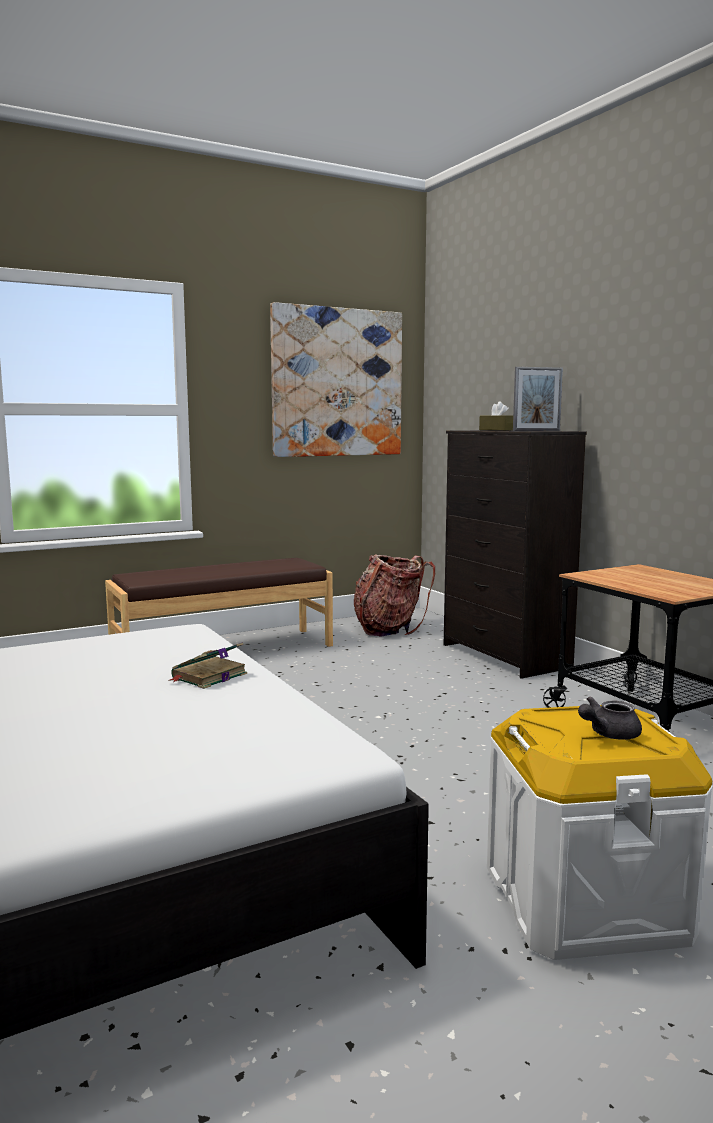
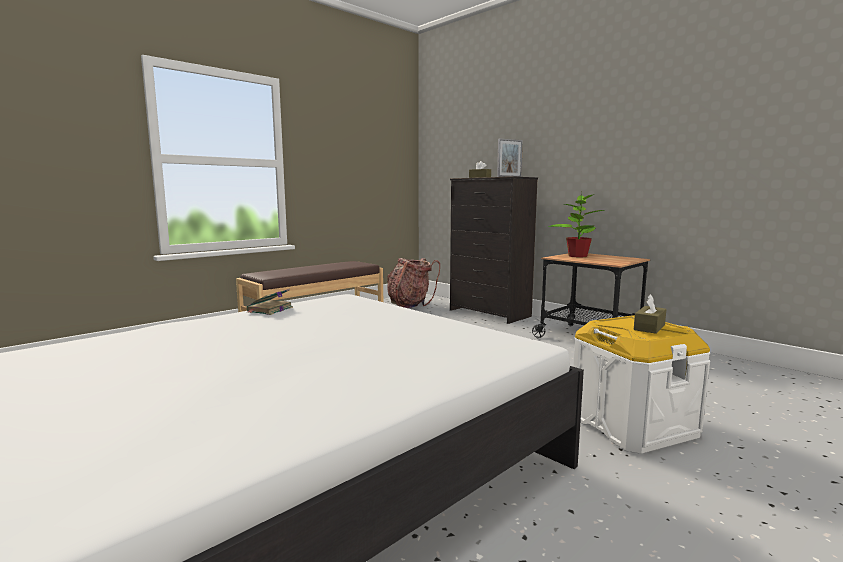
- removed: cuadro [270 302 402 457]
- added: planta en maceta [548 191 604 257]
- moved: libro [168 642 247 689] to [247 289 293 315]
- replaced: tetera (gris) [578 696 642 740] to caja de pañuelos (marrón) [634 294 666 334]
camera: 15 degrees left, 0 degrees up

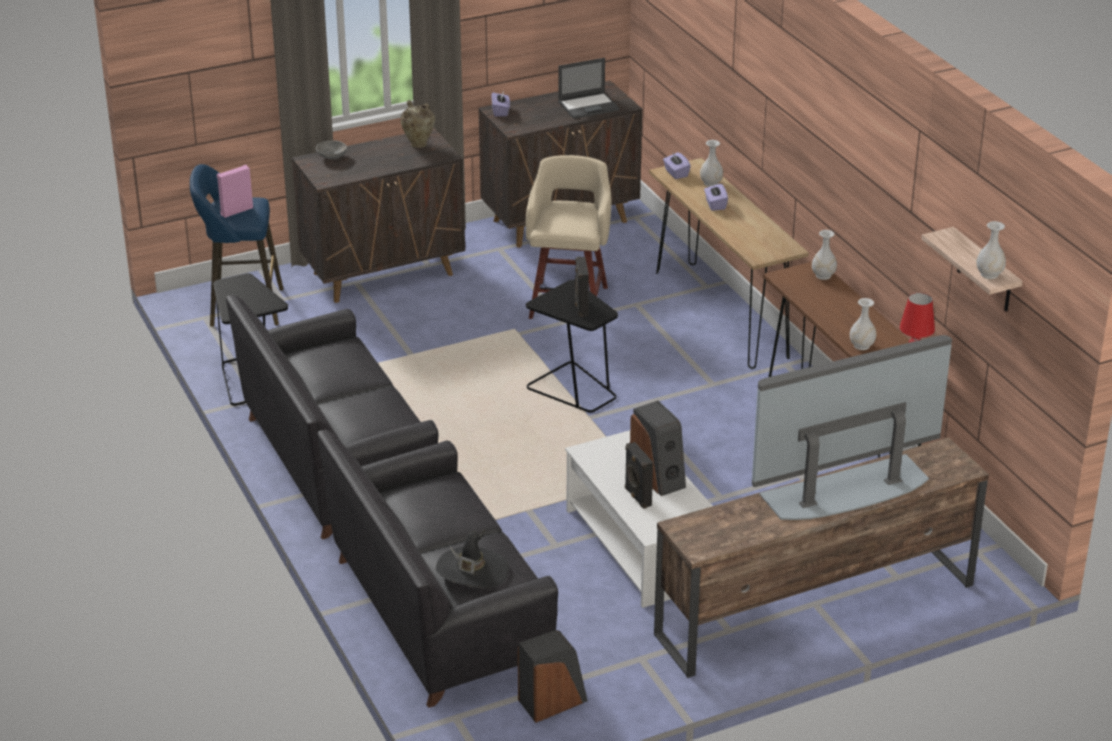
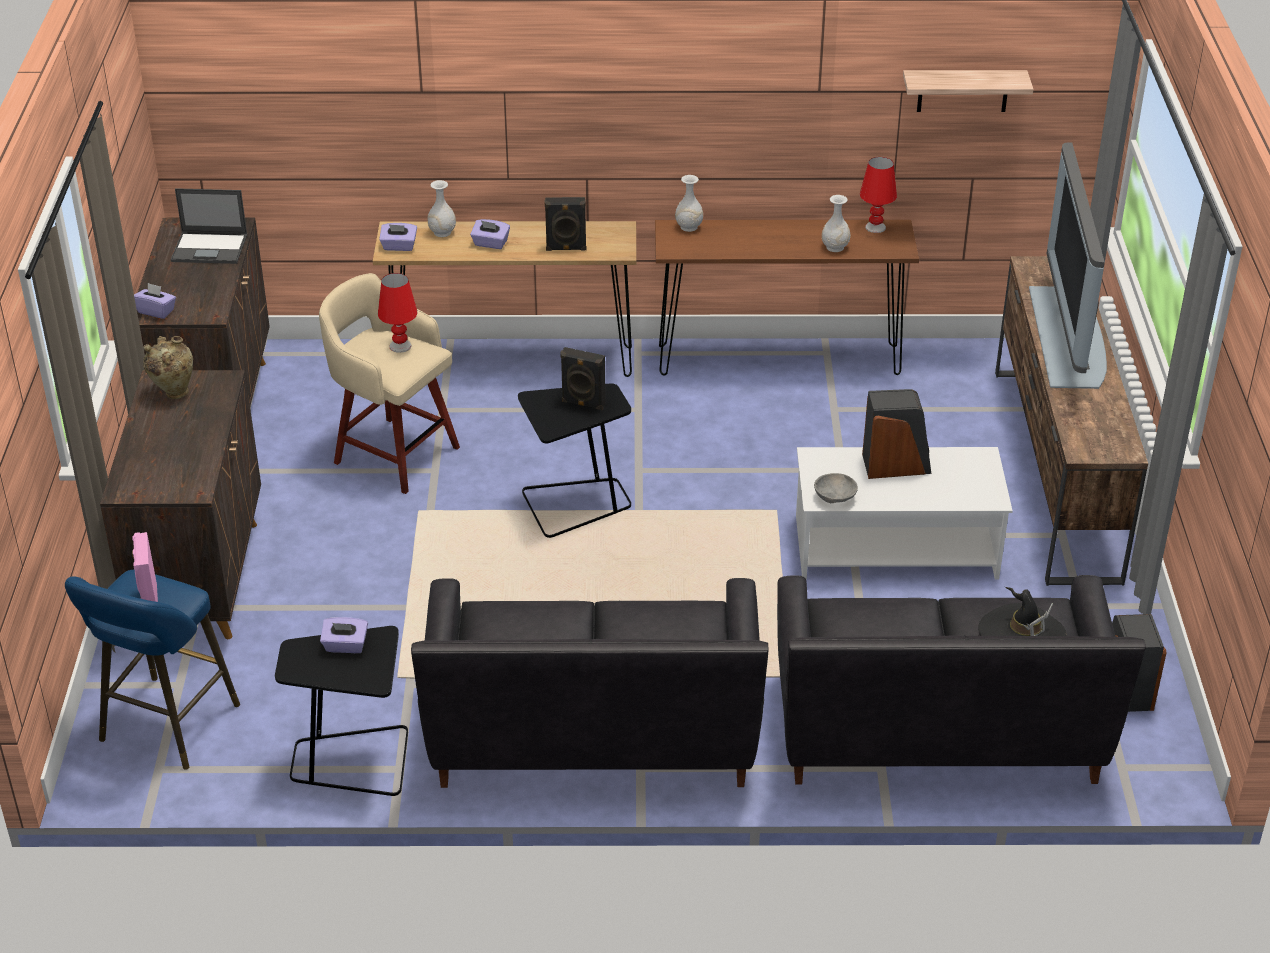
- removed: florero (blanco) [976 221 1006 279]
- added: caja de pañuelos (morado) [320 617 368 653]
- added: lámpara de mesa (rojo) [378 273 417 353]
- moved: cuenco (gris) [316 140 347 159] to [814 473 858 503]
- moved: altavoz (negro) [625 442 653 509] to [545 197 587 251]
- turned: portátil [558 58 620 119] = [171 188 248 264] 90 degrees clockwise
camera: 65 degrees left, 5 degrees up

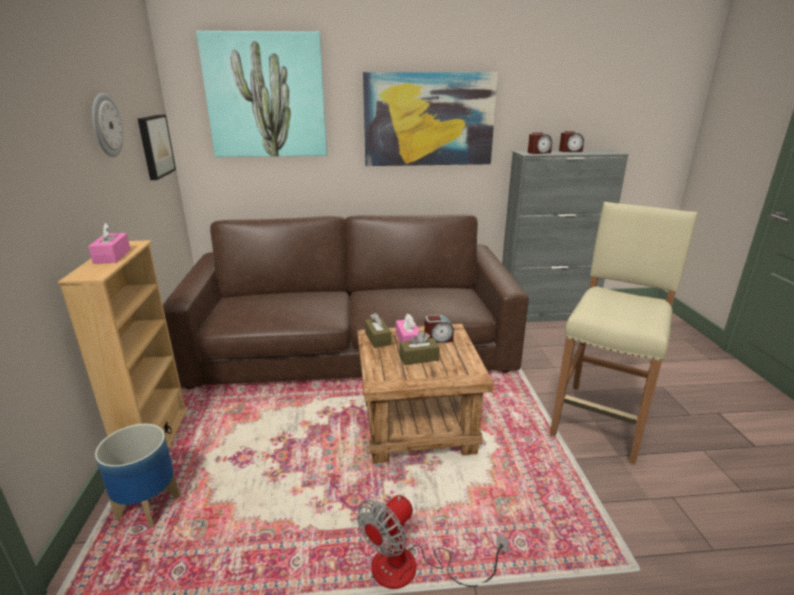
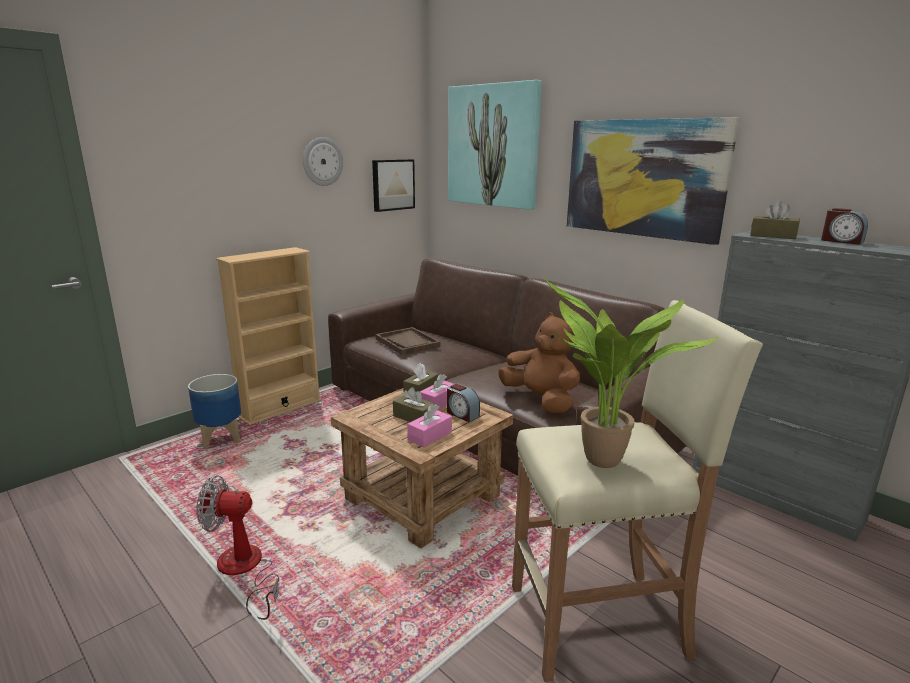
- added: bandeja (marrón) [376 327 440 355]
- added: peluche (marrón) [498 313 580 413]
- added: planta en maceta [542 274 718 468]
- moved: caja de pañuelos (rosa) [88 222 130 264] to [407 404 452 447]
- replaced: despertador [528 132 552 154] to caja de pañuelos (marrón) [750 201 800 239]
camera: 50 degrees right, 5 degrees down

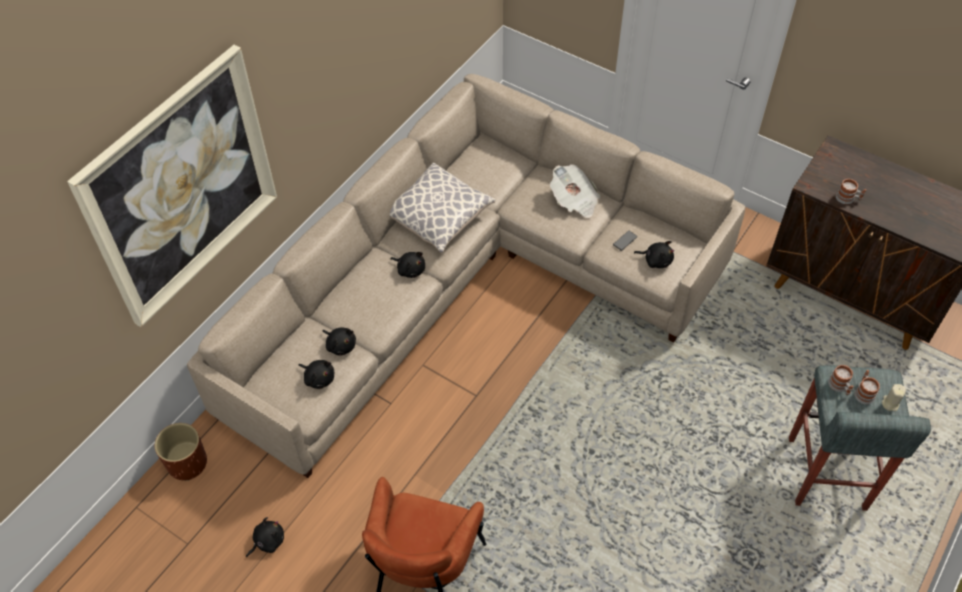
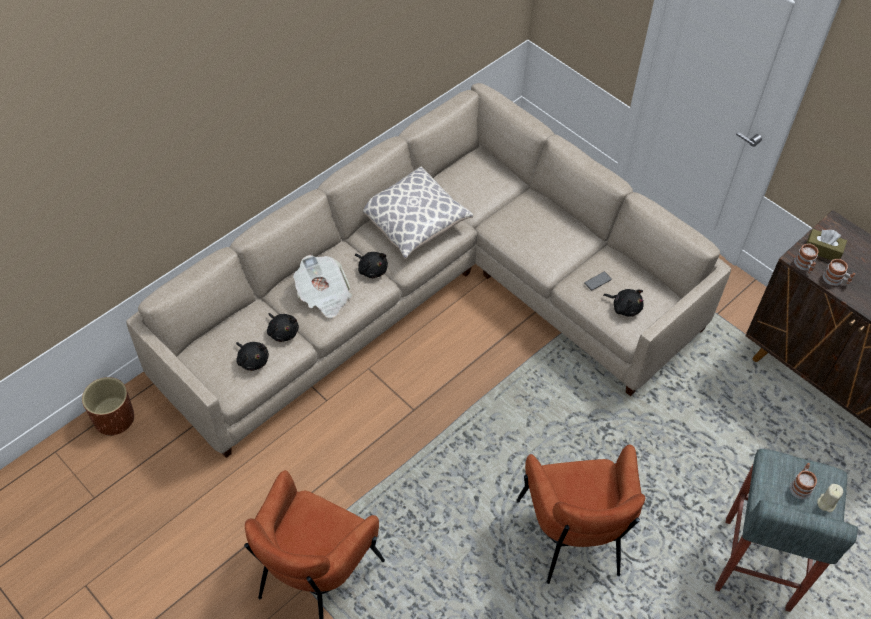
- removed: cuadro [67 45 277 327]
- removed: peluche (negro) [246 517 284 557]
- added: sillón (marrón) [516 445 645 584]
- added: caja de pañuelos (marrón) [806 229 847 260]
- moved: periódico [550 164 601 218] to [293 255 352 318]
- moved: taza grande [828 365 854 395] to [794 243 818 274]
camera: 10 degrees right, 0 degrees up

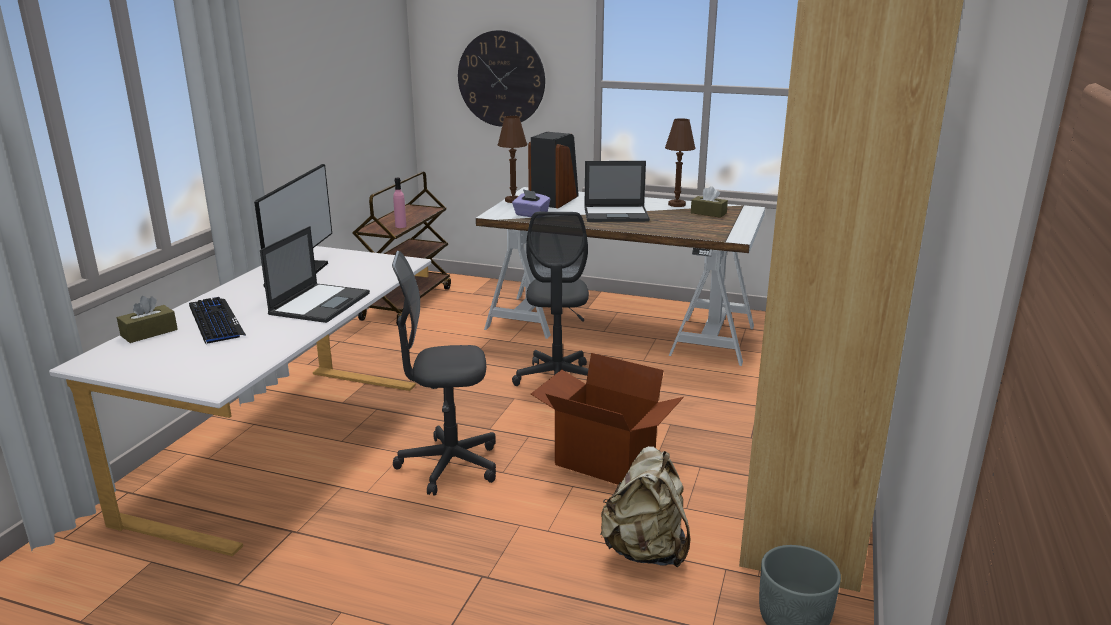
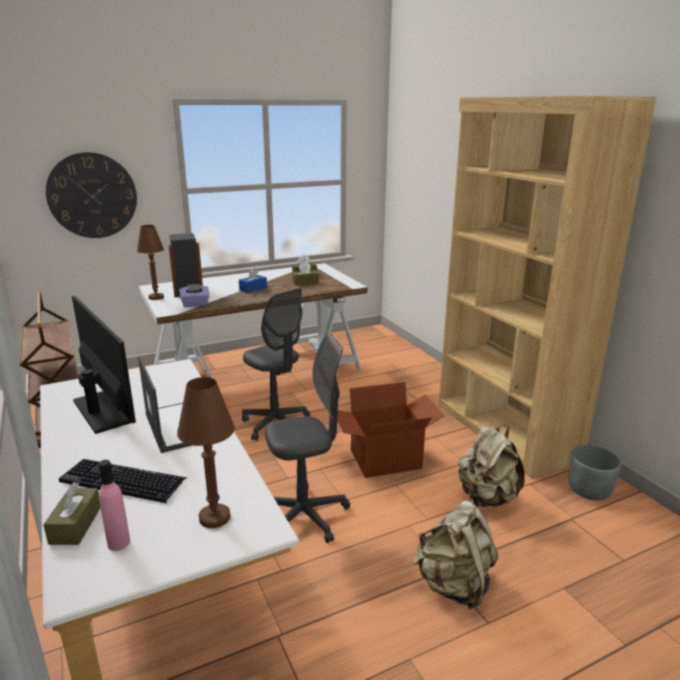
- added: caja de pañuelos (marrón) [292 262 319 286]
- added: mochila (beis) [413 501 498 610]
- moved: botella (rosa) [393 178 406 228] to [98 460 130 551]
- moved: lámpara de mesa (marrón) [665 118 695 207] to [177 377 235 528]
- replaced: portátil [584 161 650 222] to caja de pañuelos (azul) [239 268 267 293]
- turned: silla de oficina (gris) [392 251 496 496] = [265 333 350 544] 150 degrees counterclockwise
camera: 45 degrees left, 0 degrees up

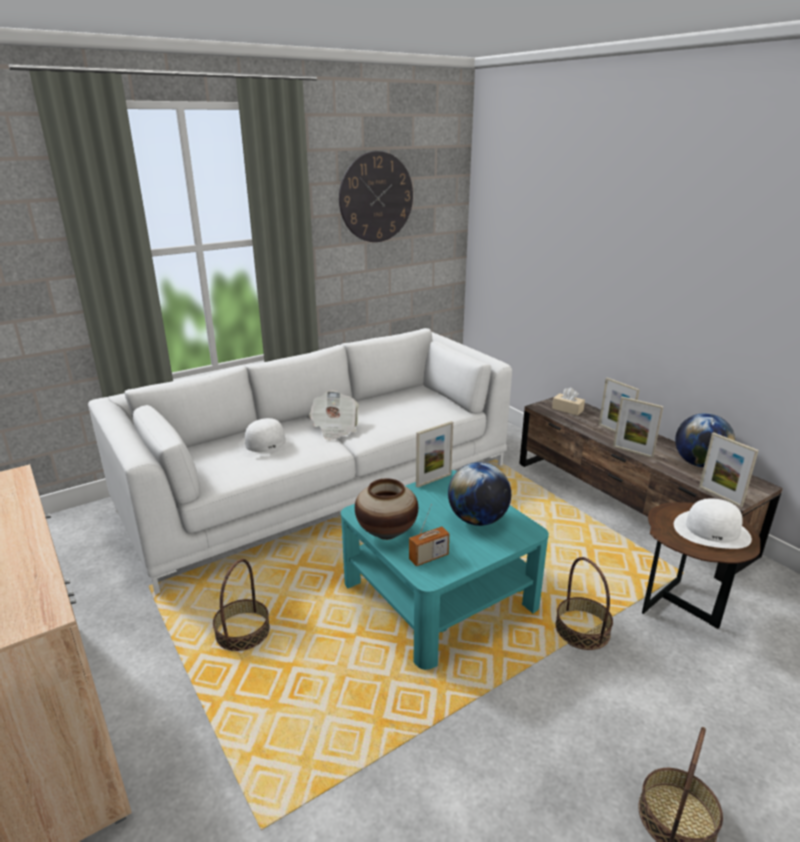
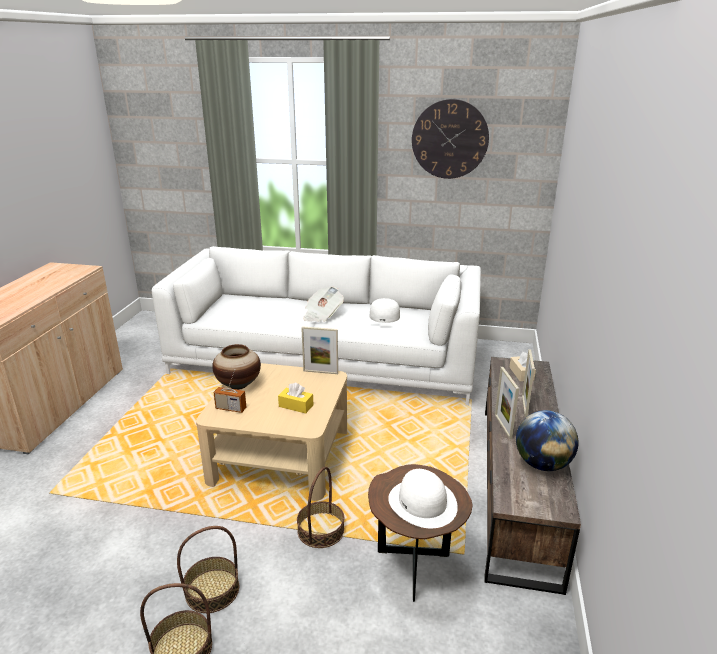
- removed: portarretratos [699 432 759 507]
- moved: cesta [213 559 270 651] to [177 526 239 613]
- moved: sombrero (blanco) [237 418 294 458] to [363 298 407 325]
- replaced: globo terráqueo [448 462 511 526] to caja de pañuelos (amarillo) [278 383 313 413]
- recoloured: mesa de centro (turquesa) [341 470 549 670] to mesa de centro (beis) [196 363 347 501]
camera: 45 degrees right, 0 degrees up

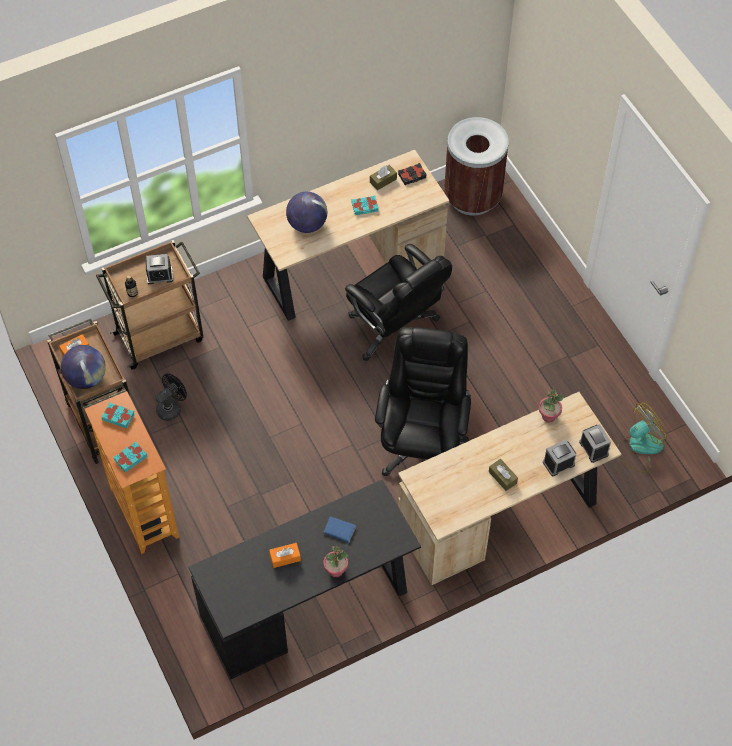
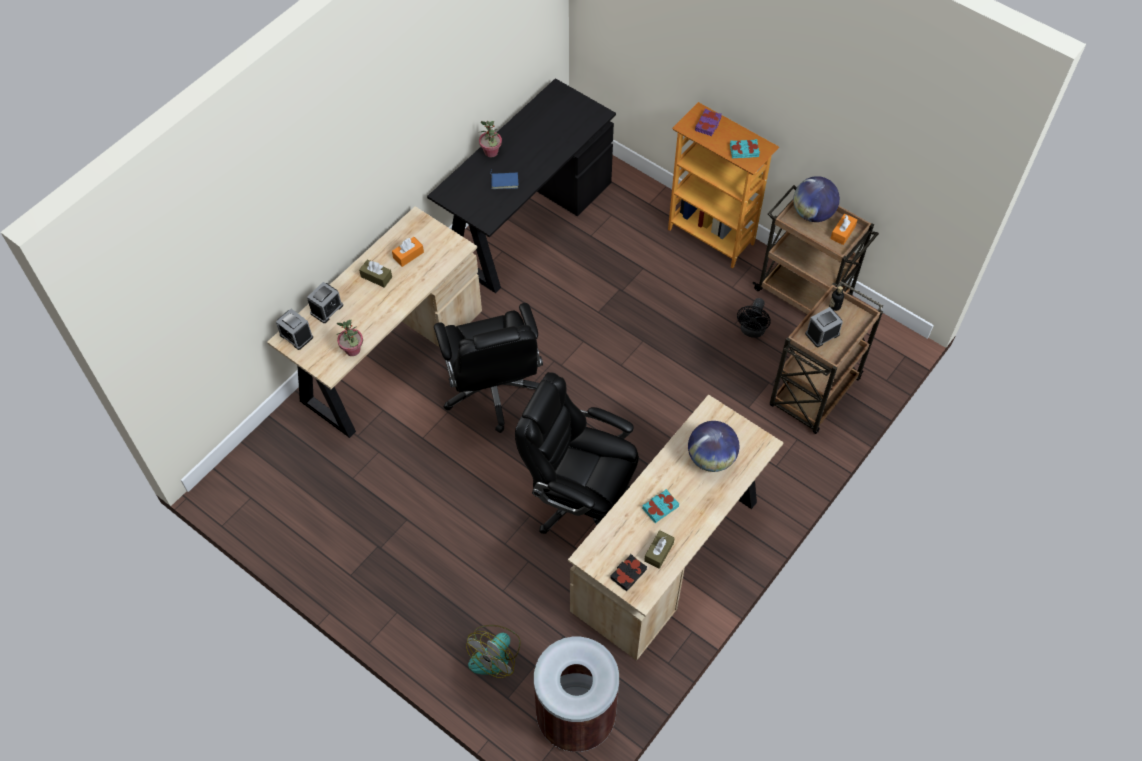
- moved: caja de pañuelos (naranja) [269 543 301 568] to [392 237 424 267]
- moved: ventilador [617 403 667 473] to [466 625 521 678]
- recoloured: libro (turquesa) [113 441 147 472] to libro (morado) [695 109 722 136]
camera: 155 degrees right, 0 degrees up

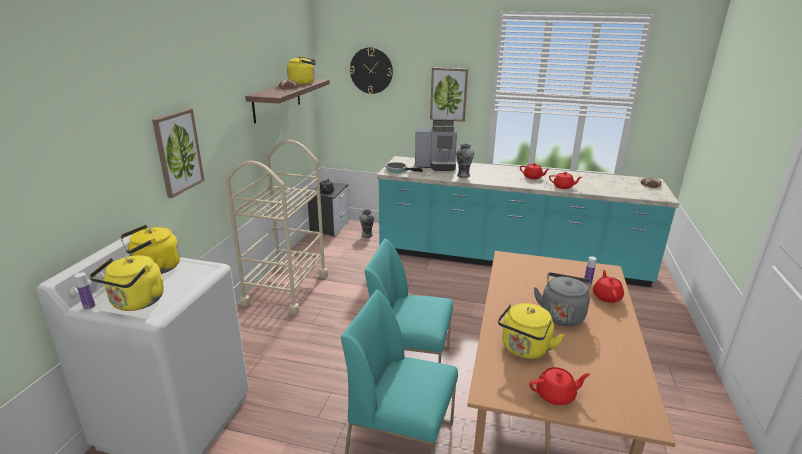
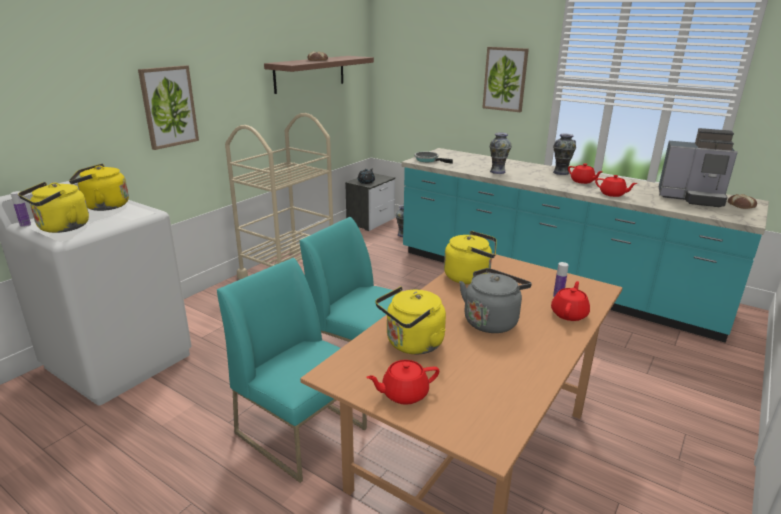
- removed: reloj de pared [350 47 393 94]
- added: florero [553 134 576 175]
- moved: hervidor (amarillo) [287 56 316 85] to [444 231 497 284]
- moved: cafetera [415 117 457 171] to [659 128 738 207]
- turned: tetera (rojo) [529 367 590 405] = [366 360 439 405] 150 degrees clockwise
camera: 20 degrees right, 0 degrees up

